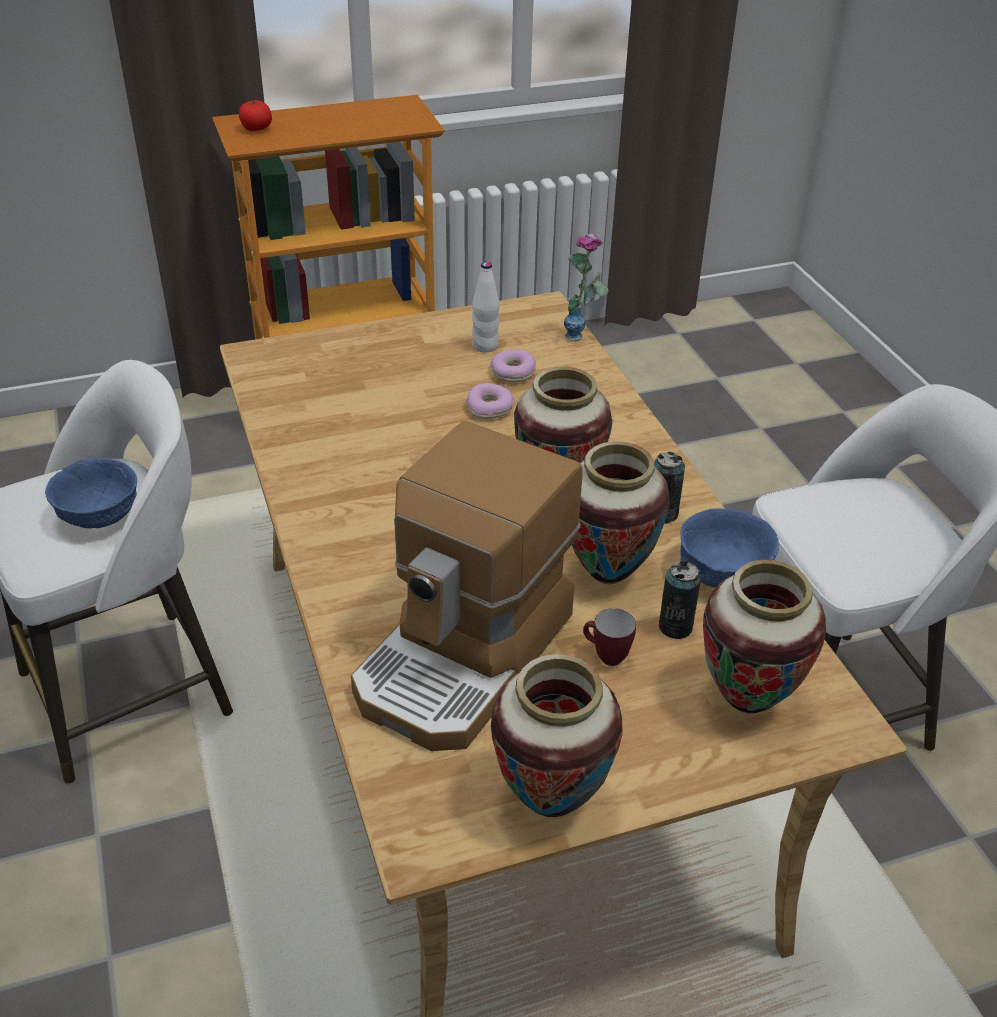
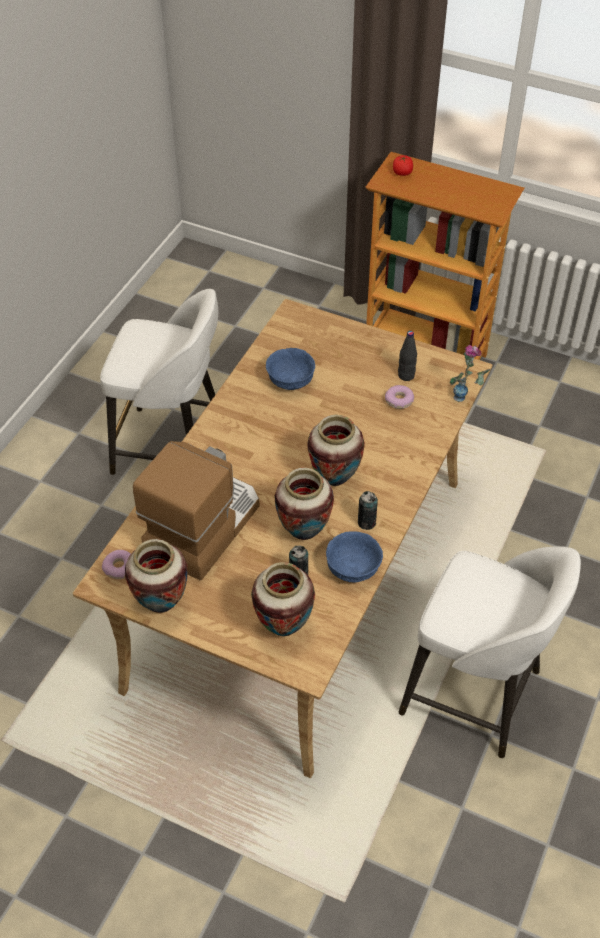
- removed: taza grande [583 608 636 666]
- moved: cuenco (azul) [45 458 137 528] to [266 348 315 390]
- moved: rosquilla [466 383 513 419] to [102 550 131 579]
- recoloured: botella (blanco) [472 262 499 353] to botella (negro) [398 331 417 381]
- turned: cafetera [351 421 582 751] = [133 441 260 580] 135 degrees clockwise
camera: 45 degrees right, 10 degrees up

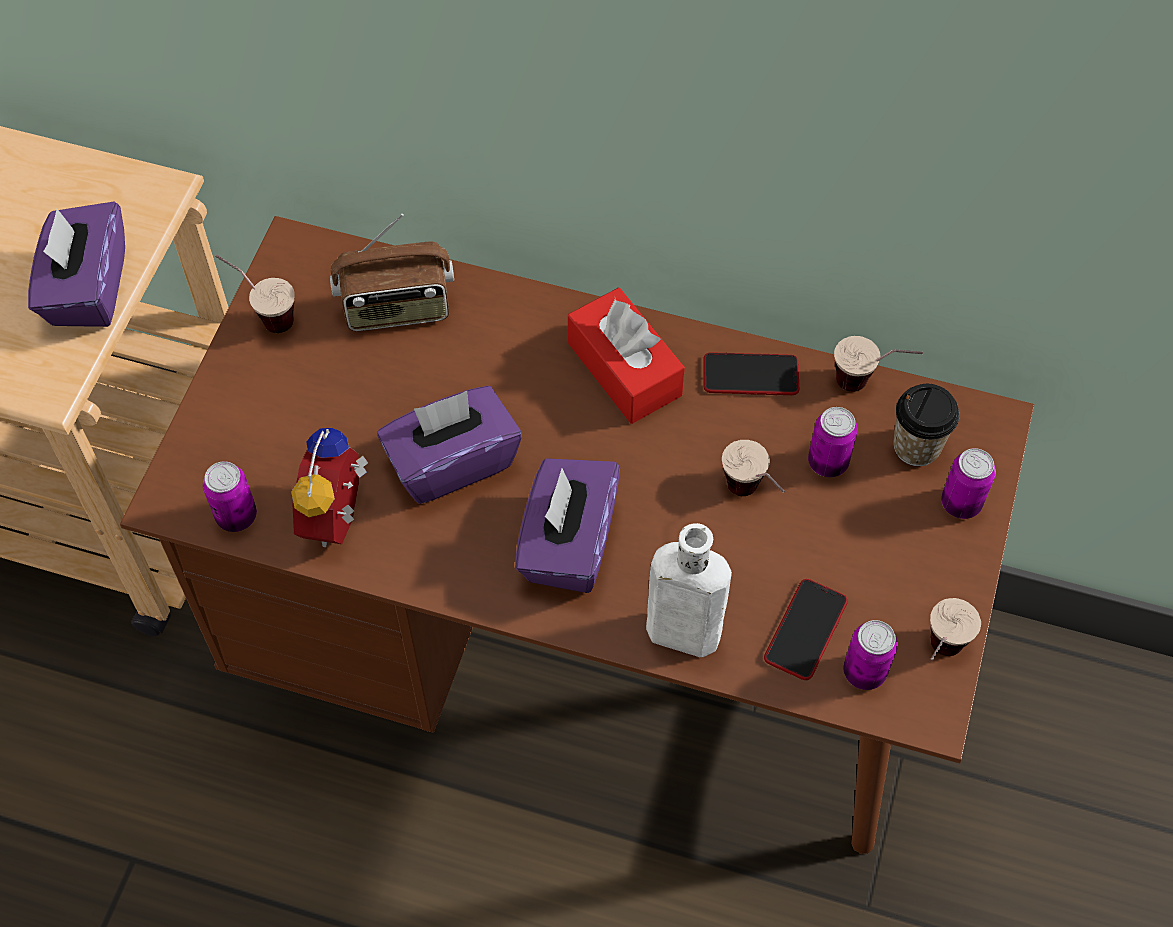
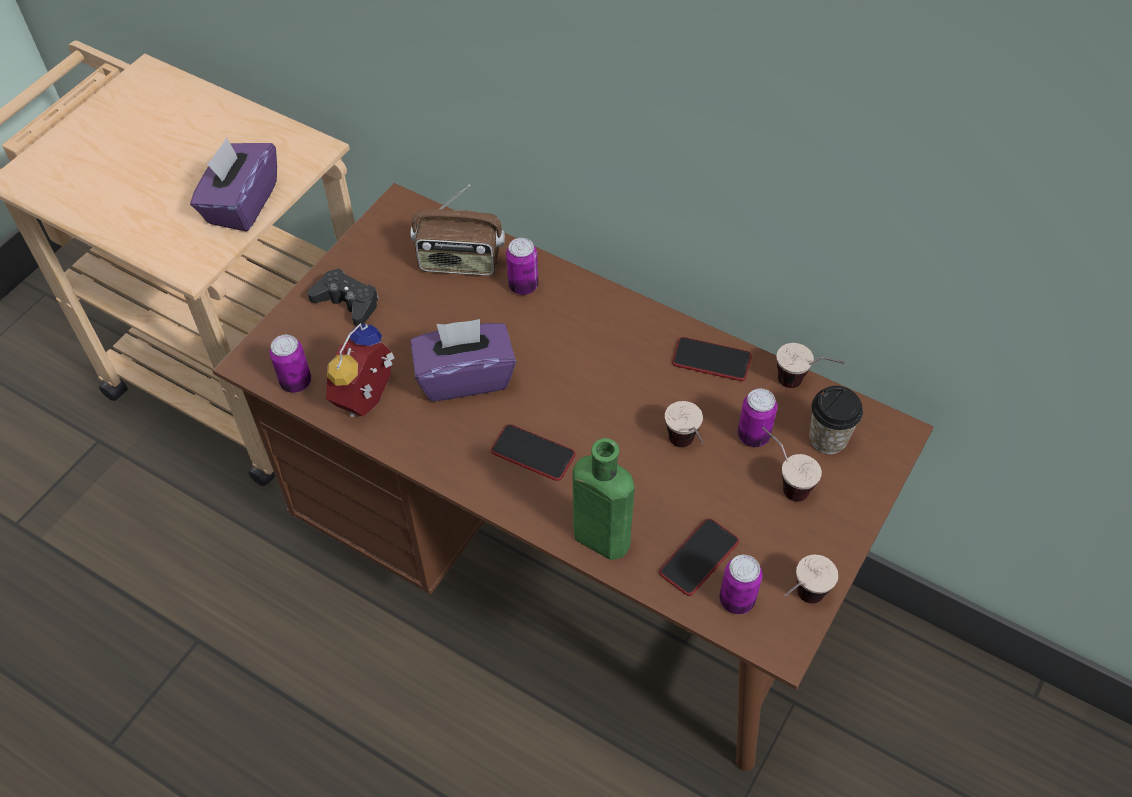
- removed: caja de pañuelos (rojo) [568 288 685 424]
- added: mando de consola (negro) [307 268 379 326]
- moved: taza [215 255 295 333] to [762 427 822 501]
- moved: lata [941 448 996 519] to [506 238 538 295]
- replaced: caja de pañuelos (morado) [515 458 620 593] to móvil [491 424 575 481]
- recoloured: botella (blanco) [646 523 732 658] to botella (verde) [573 438 635 560]
camera: 15 degrees right, 5 degrees down

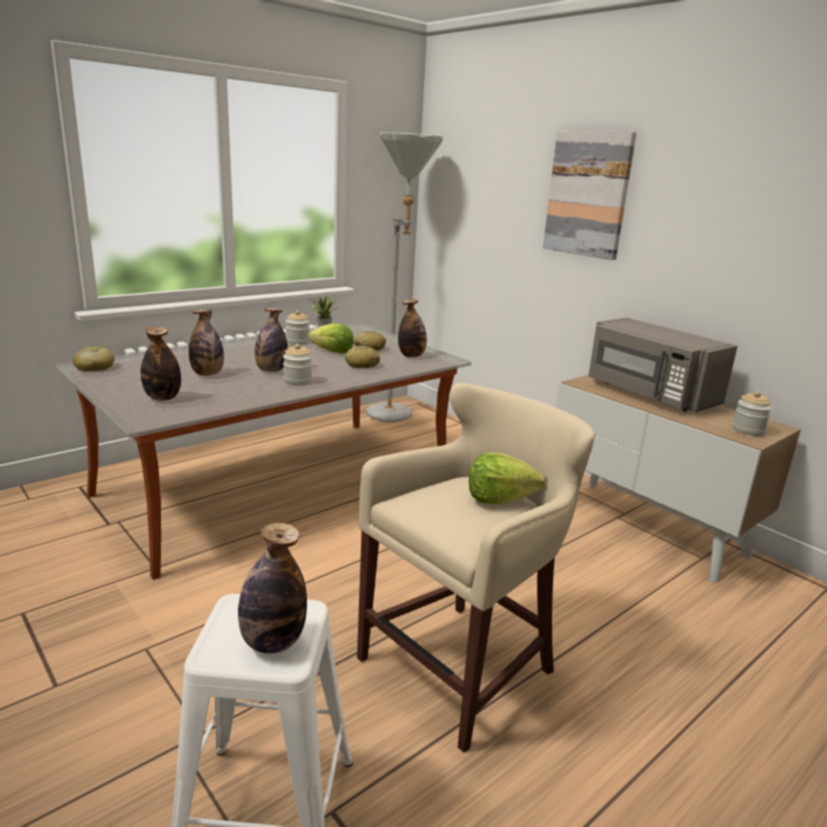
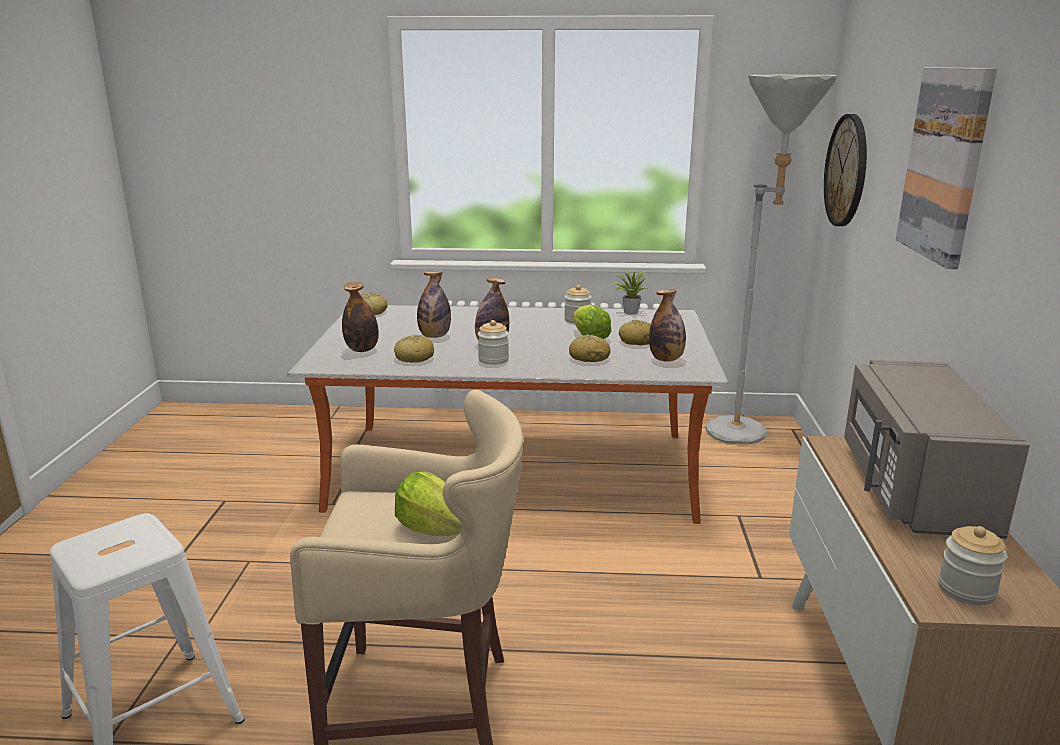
- removed: botella [238 523 307 654]
- added: pan [394 335 434 363]
- added: reloj de pared [824 114 867 226]
camera: 45 degrees right, 0 degrees up

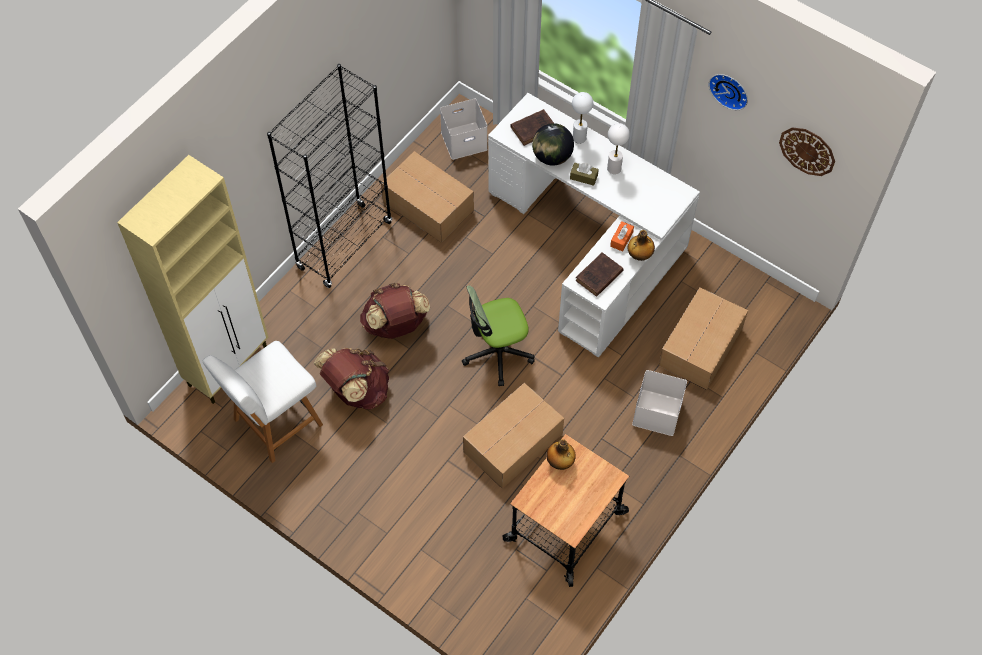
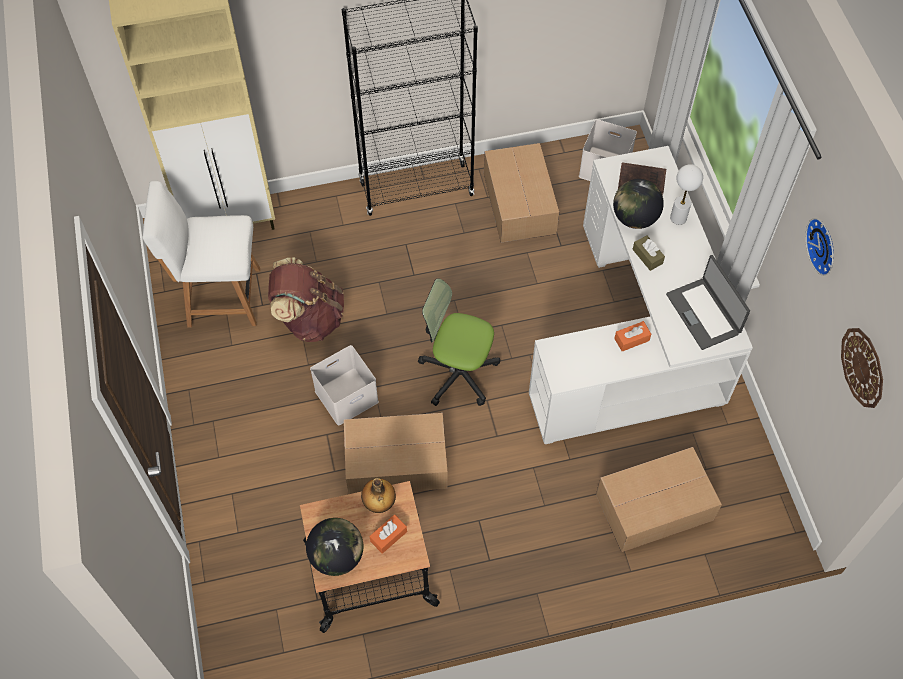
- removed: mochila (marrón) [360 283 430 339]
- removed: libro (marrón) [575 253 623 297]
- removed: lámpara de mesa (blanco) [607 123 630 174]
- removed: botella [628 230 655 261]
- added: globo terráqueo [306 518 363 576]
- added: caja de pañuelos (naranja) [370 514 407 554]
- added: portátil [666 255 750 350]
- moved: caja de almacenaje (blanco) [632 370 687 436] to [310 345 379 425]
camera: 40 degrees right, 0 degrees up

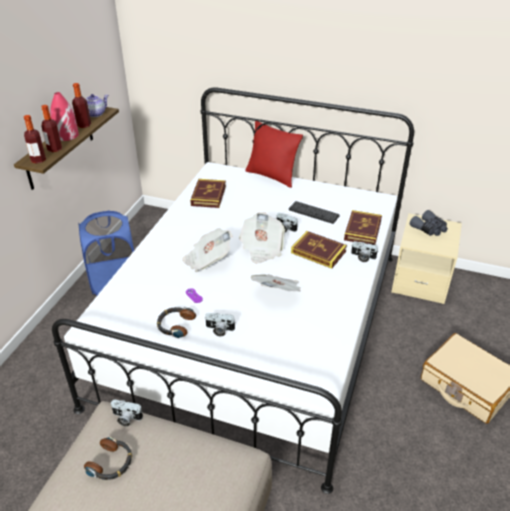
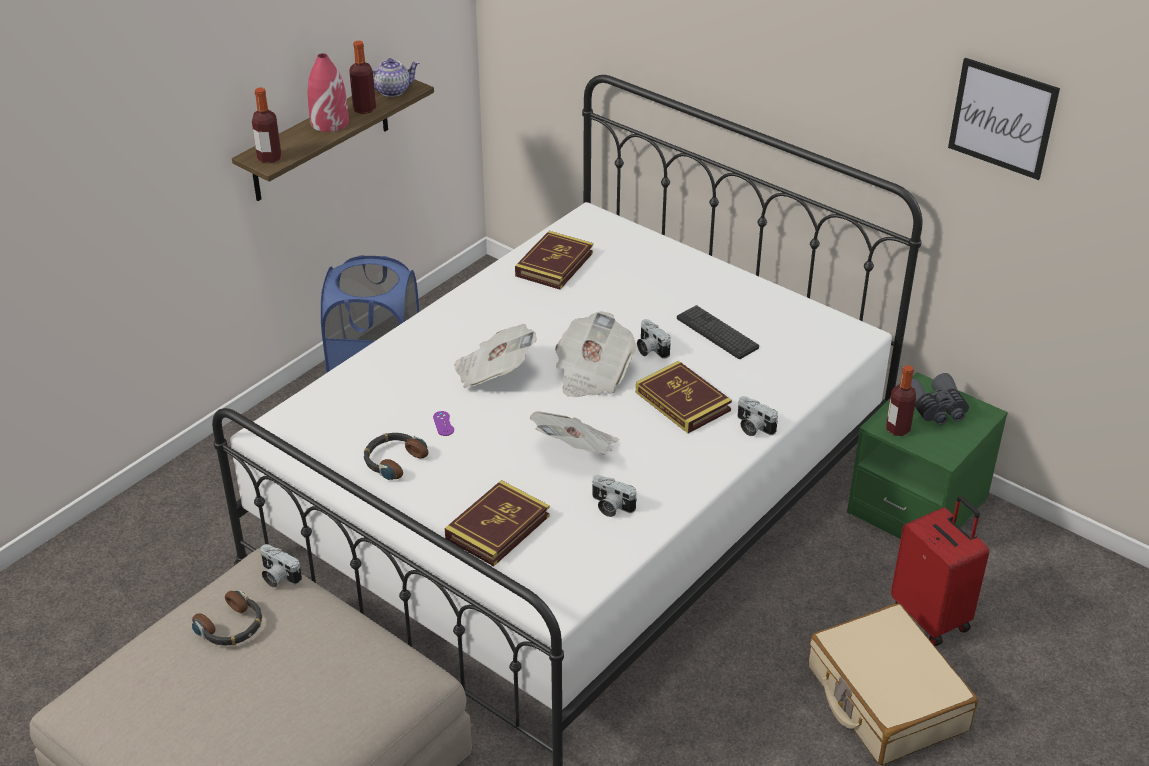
- removed: cojín (rojo) [246 121 303 188]
- added: maleta (rojo) [891 496 989 646]
- added: cuadro [948 58 1060 180]
- moved: botella [41 105 62 152] to [886 365 916 436]
- moved: cámara [205 313 236 337] to [592 475 637 517]
- moved: libro [344 210 382 245] to [445 480 550 566]
- recoloured: mesita de noche (beis) [391 213 462 304] to mesita de noche (verde) [847 372 1008 539]
camera: 20 degrees right, 0 degrees up

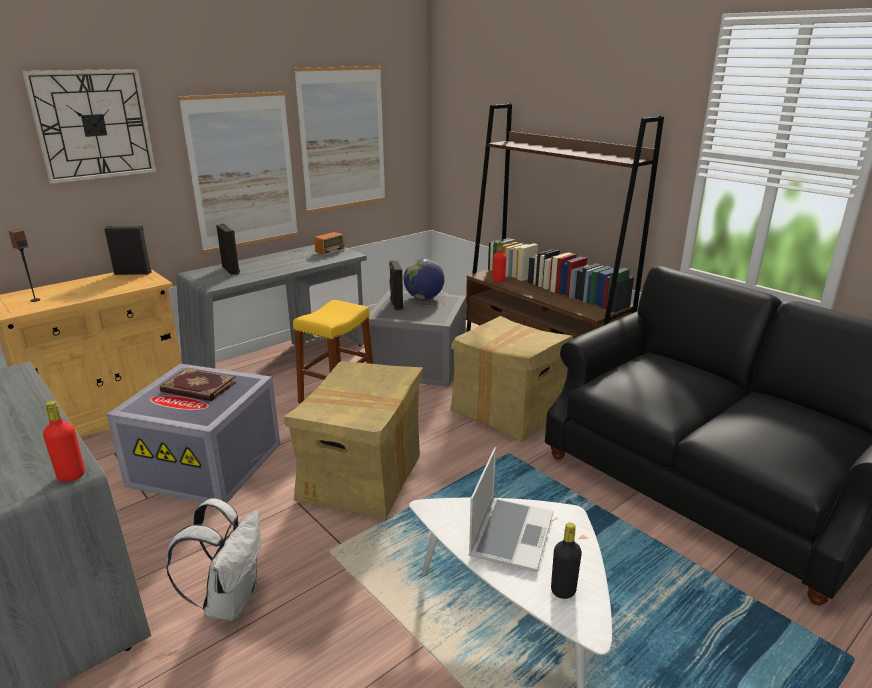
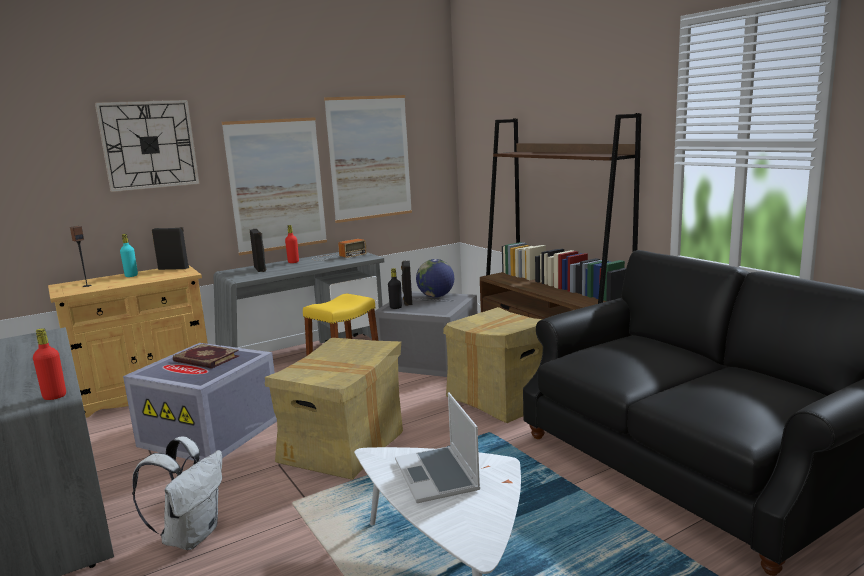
- added: botella (turquesa) [120 234 138 277]
- moved: botella (rojo) [493 242 506 283] to [285 225 299 263]
- moved: botella (negro) [551 523 582 599] to [388 268 402 309]
- turned: portátil [469 447 553 572] = [395 392 480 503] 135 degrees clockwise
camera: 10 degrees right, 10 degrees down

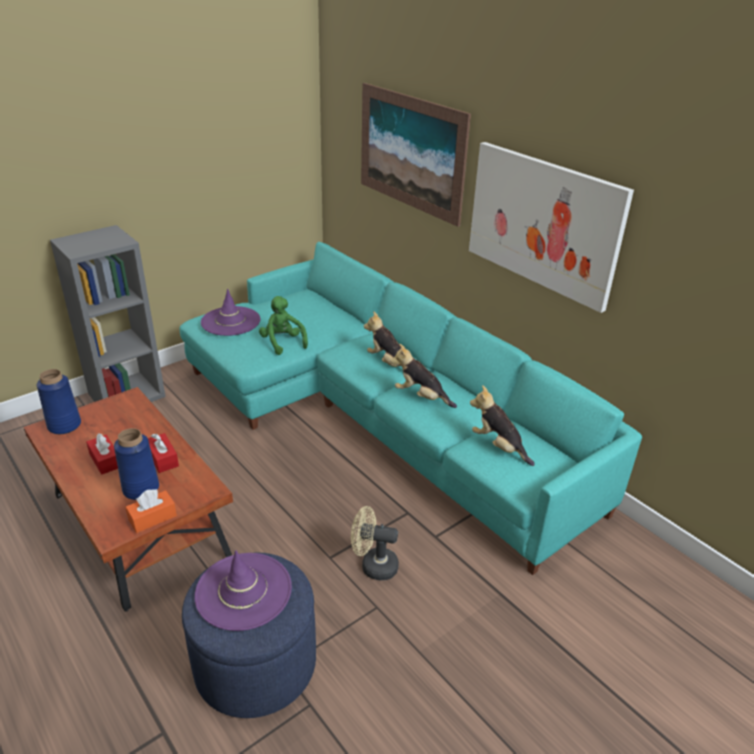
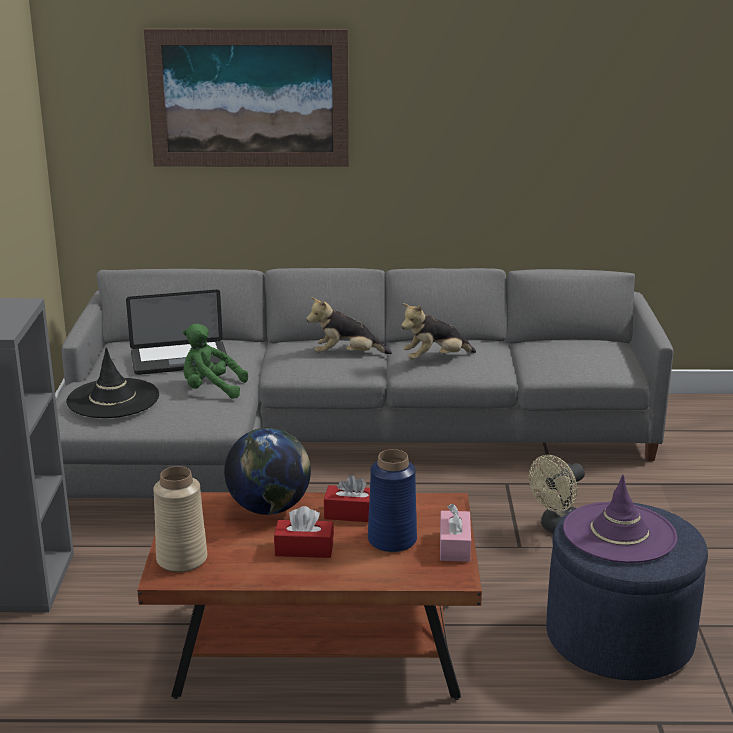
- removed: cuadro [469 142 634 313]
- removed: peluche [470 385 535 466]
- added: portátil [126 290 228 375]
- added: globo terráqueo [224 428 311 515]
- recoloured: florero (azul) [36 369 81 434] to florero (beis) [153 466 207 572]
- recoloured: caja de pañuelos (naranja) [125 489 177 533] to caja de pañuelos (rosa) [440 504 471 562]
- recoloured: sofá (turquesa) [179 242 642 575] to sofá (gris) [56 268 674 499]
- recoloured: sombrero (morado) [201 288 260 336] to sombrero (negro) [66 348 159 418]
camera: 50 degrees left, 10 degrees down

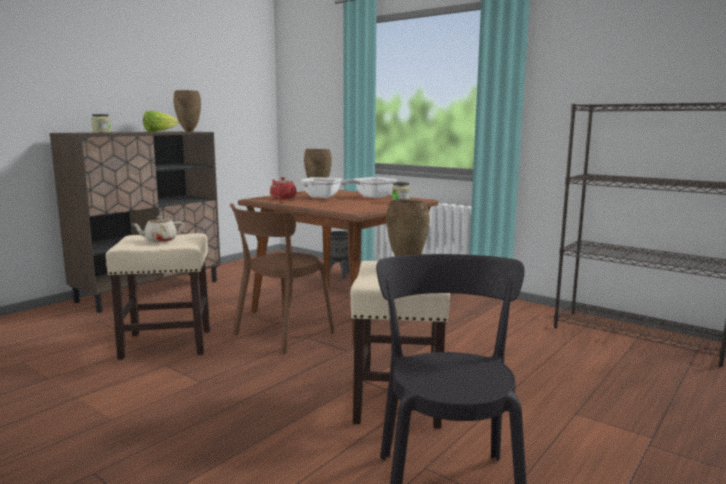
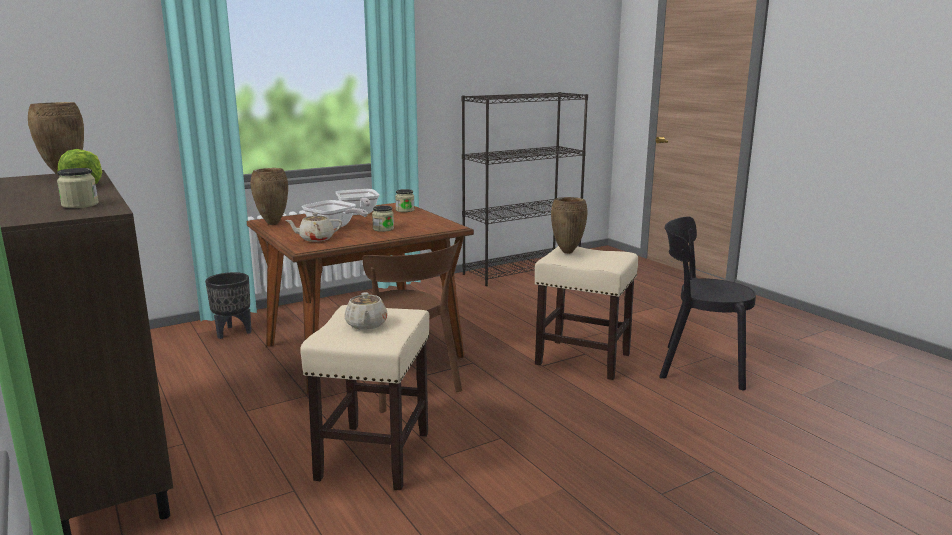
- added: tarro [372 205 394 232]
- recoloured: tetera (rojo) [270 177 297 199] to tetera (beis) [285 212 342 242]
camera: 70 degrees left, 5 degrees up

